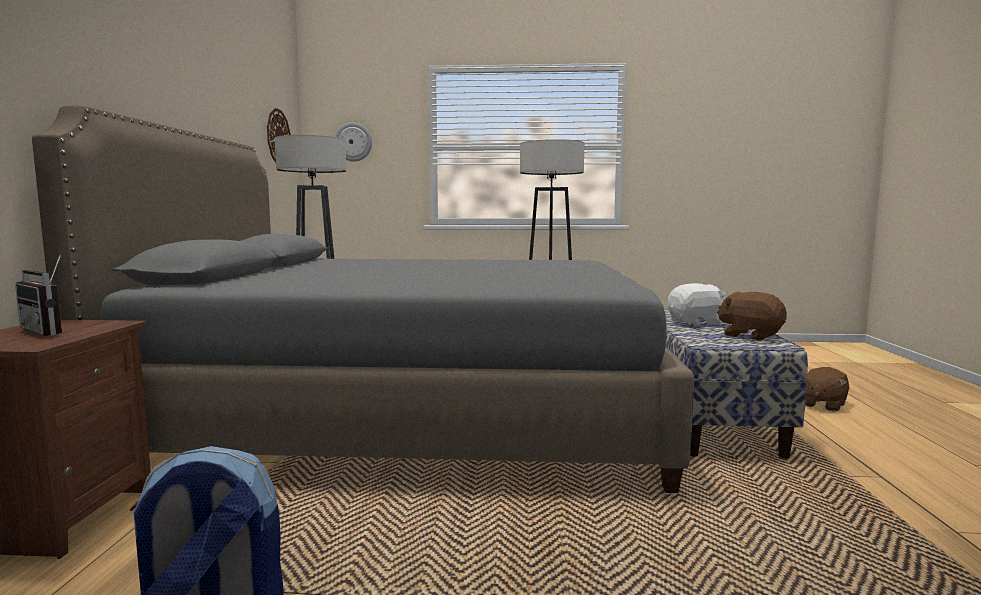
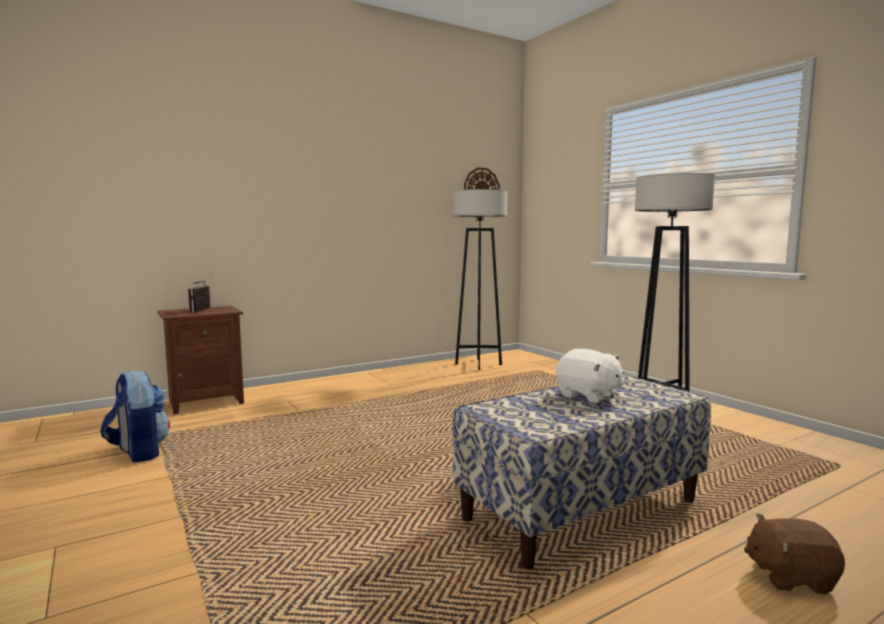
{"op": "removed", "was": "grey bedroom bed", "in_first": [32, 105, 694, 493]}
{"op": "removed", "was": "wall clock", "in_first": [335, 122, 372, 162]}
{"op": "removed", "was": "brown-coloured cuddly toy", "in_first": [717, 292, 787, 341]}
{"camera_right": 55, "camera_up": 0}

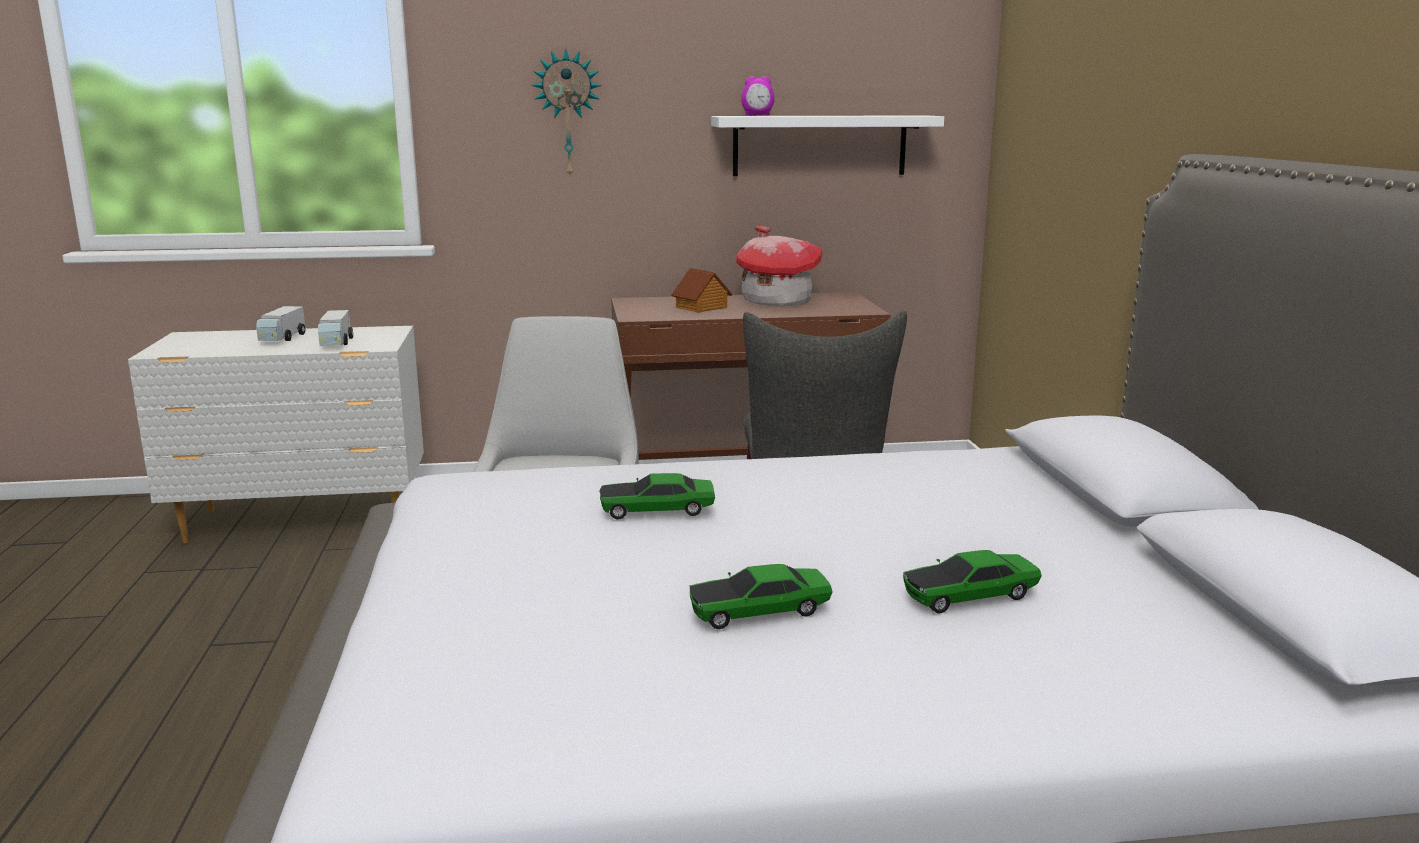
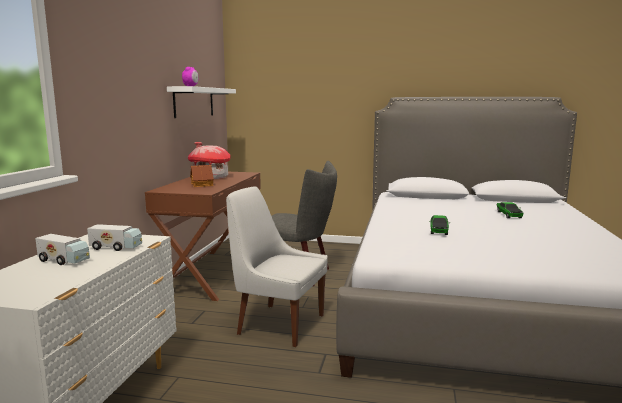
{"op": "removed", "was": "wall clock", "in_first": [531, 48, 602, 179]}
{"op": "removed", "was": "miniature car", "in_first": [689, 564, 833, 629]}
{"camera_right": -70, "camera_up": -5}

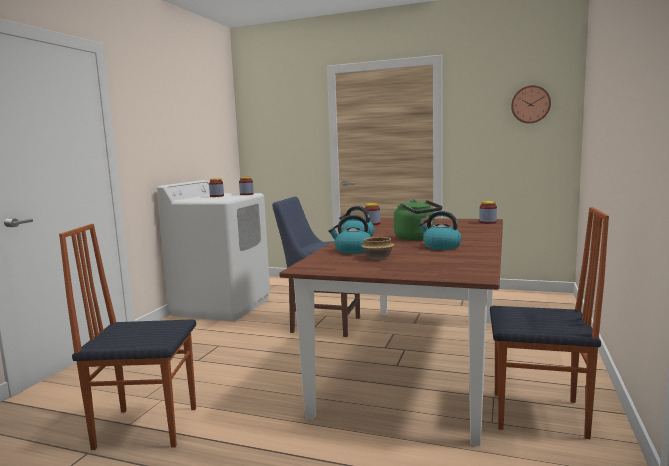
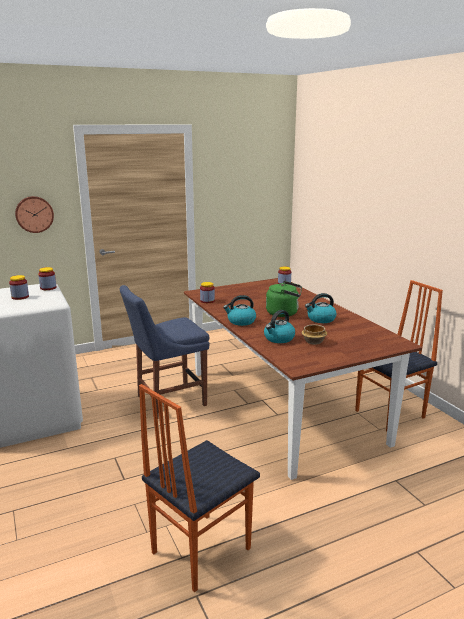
{"op": "moved", "was": "wall clock", "in_first": [511, 85, 551, 123], "in_second": [15, 196, 54, 233]}
{"camera_right": -45, "camera_up": 10}

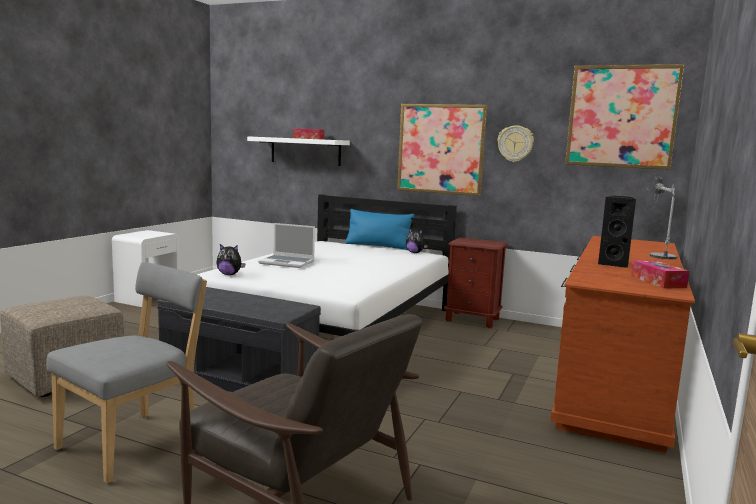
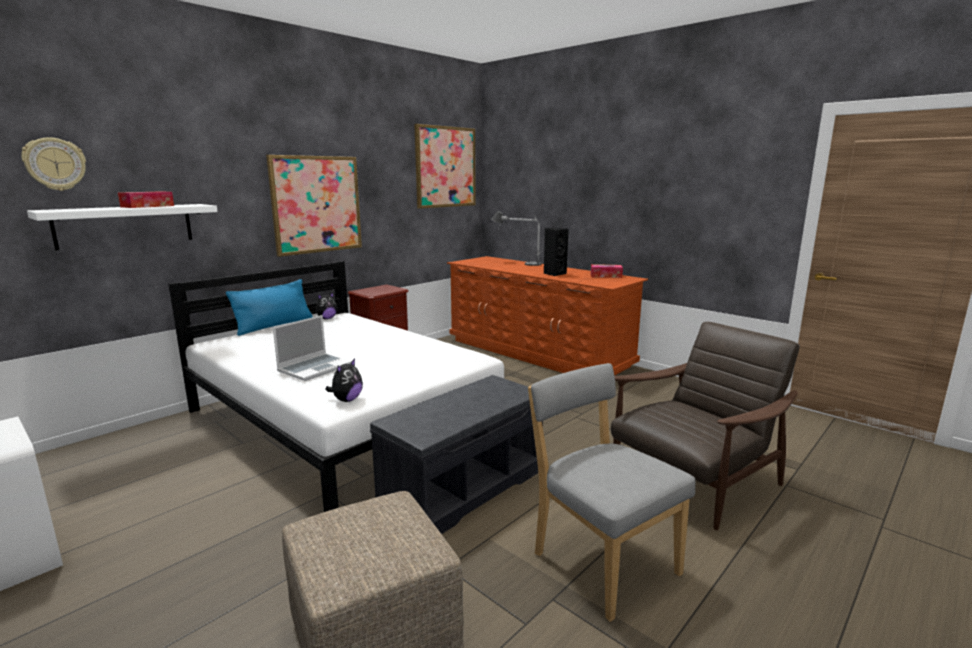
{"op": "moved", "was": "wall clock", "in_first": [497, 125, 534, 162], "in_second": [21, 137, 86, 191]}
{"camera_right": -70, "camera_up": 5}

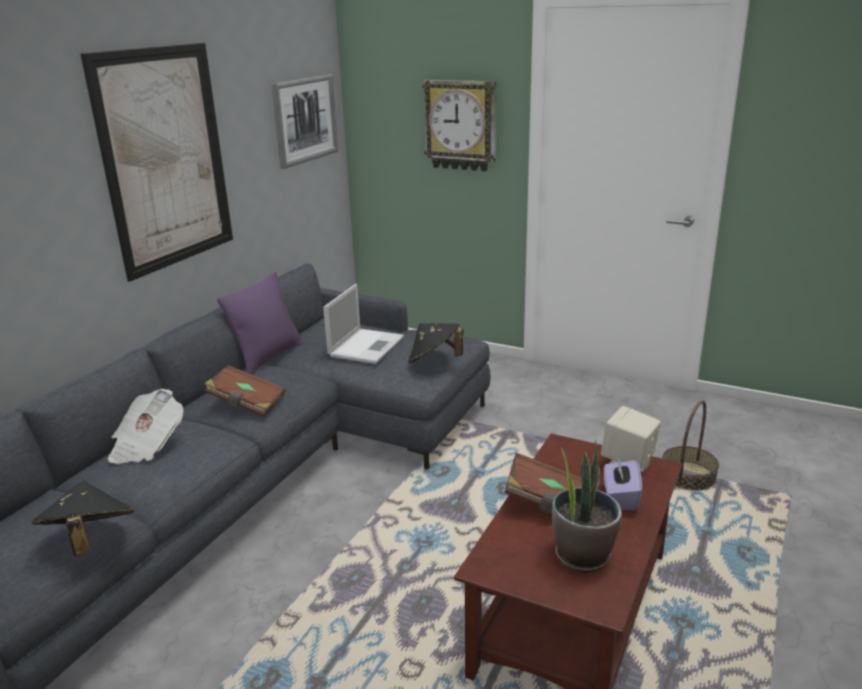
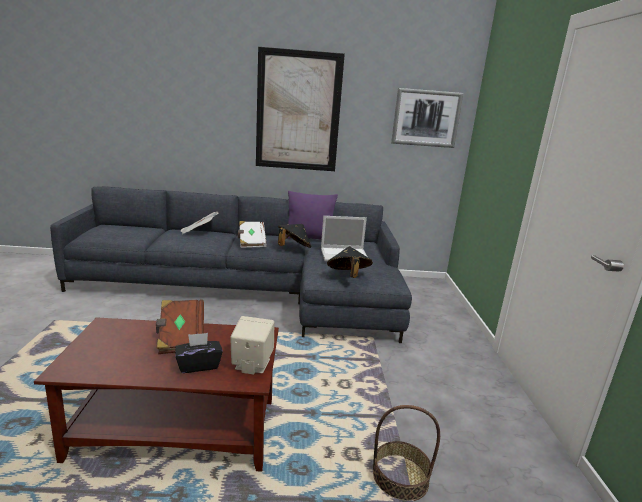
{"op": "removed", "was": "wall clock", "in_first": [422, 80, 496, 171]}
{"op": "recoloured", "was": "brown-coloured bound book", "now": "whitish bound book", "in_first": [204, 365, 286, 417], "in_second": [238, 221, 267, 248]}
{"op": "removed", "was": "potted plant", "in_first": [552, 440, 622, 573]}
{"op": "recoloured", "was": "purple tissue holder", "now": "black tissue holder", "in_first": [604, 457, 642, 511], "in_second": [175, 333, 223, 373]}
{"op": "moved", "was": "black clothing hat", "in_first": [32, 481, 135, 556], "in_second": [278, 224, 312, 248]}
{"camera_right": 60, "camera_up": -5}

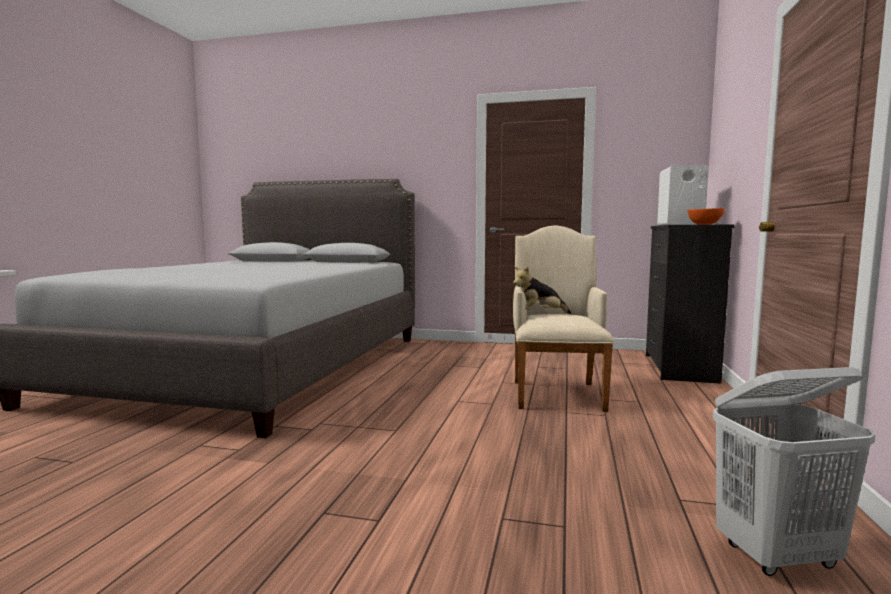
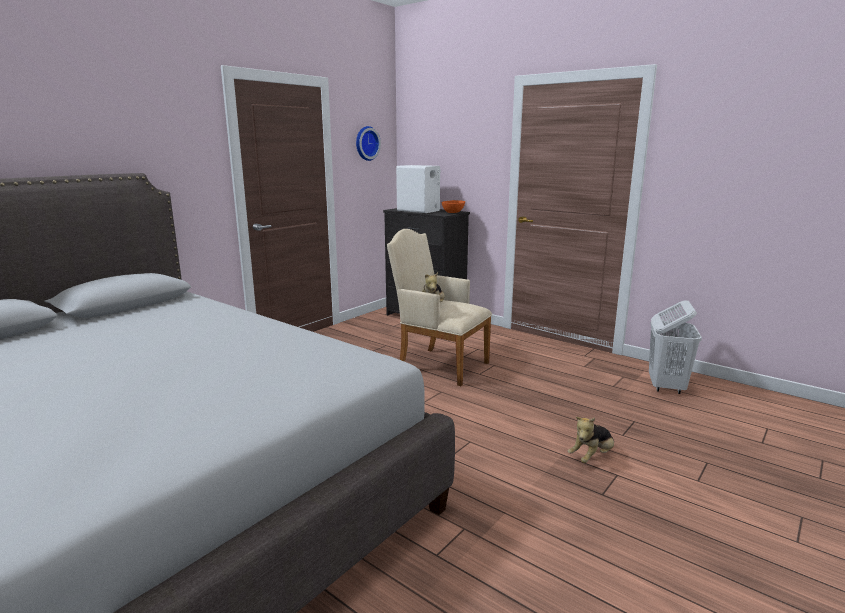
{"op": "added", "now": "wall clock", "in_second": [356, 126, 381, 161]}
{"op": "added", "now": "cuddly toy", "in_second": [568, 417, 614, 463]}
{"camera_right": -65, "camera_up": 10}

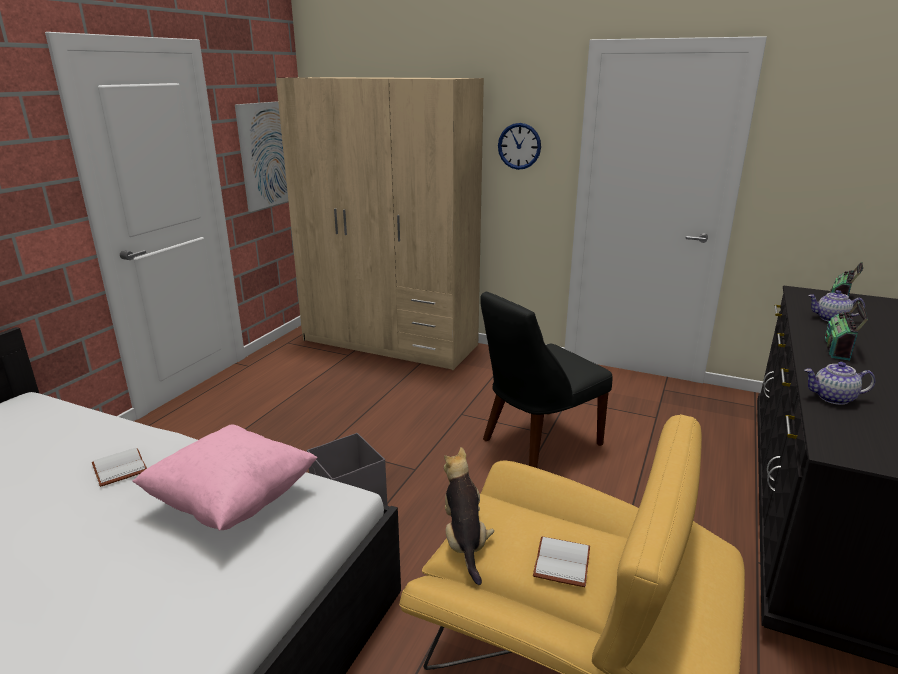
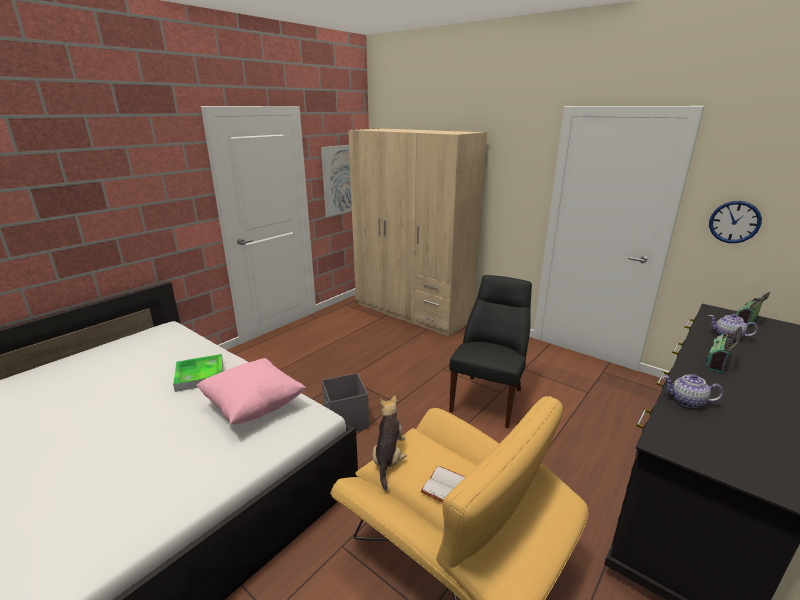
{"op": "moved", "was": "wall clock", "in_first": [498, 123, 541, 170], "in_second": [709, 201, 762, 243]}
{"op": "turned", "was": "black chair", "in_first": [480, 292, 613, 468], "in_second": [449, 275, 532, 428], "clockwise": 135}
{"op": "replaced", "was": "whitish bound book", "now": "tray", "in_first": [92, 448, 147, 487], "in_second": [173, 354, 223, 392]}
{"camera_right": 15, "camera_up": 0}

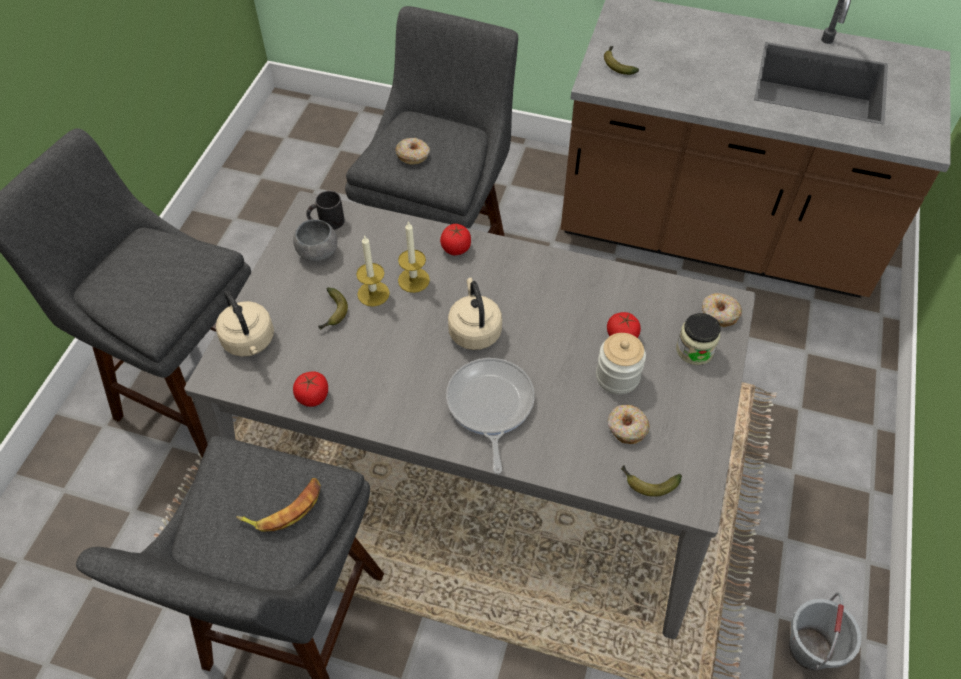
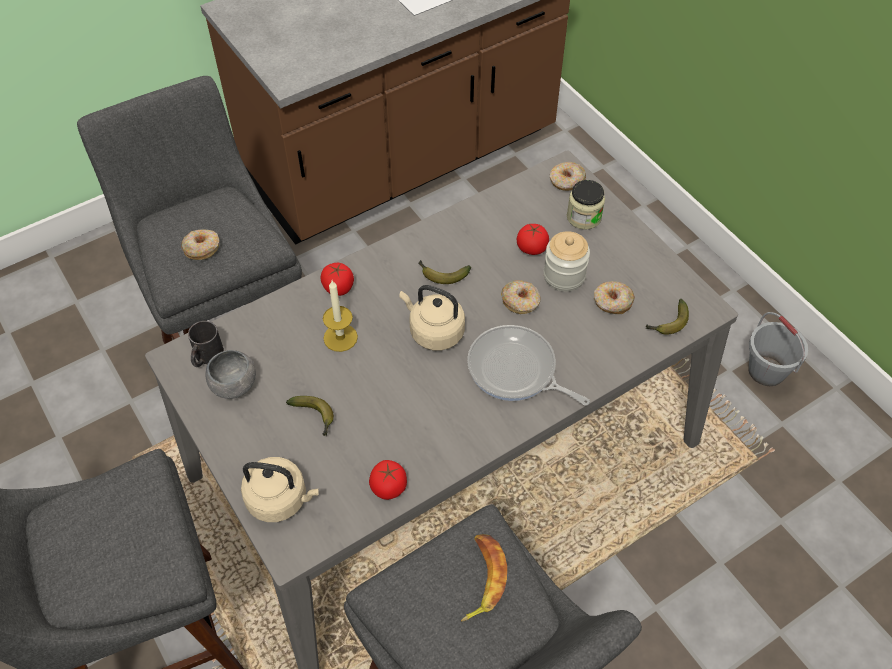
{"op": "moved", "was": "banana fruit", "in_first": [604, 46, 639, 75], "in_second": [418, 260, 471, 284]}
{"op": "removed", "was": "wax light", "in_first": [356, 235, 390, 307]}
{"op": "added", "now": "donut", "in_second": [501, 280, 541, 314]}
{"camera_right": -50, "camera_up": 0}

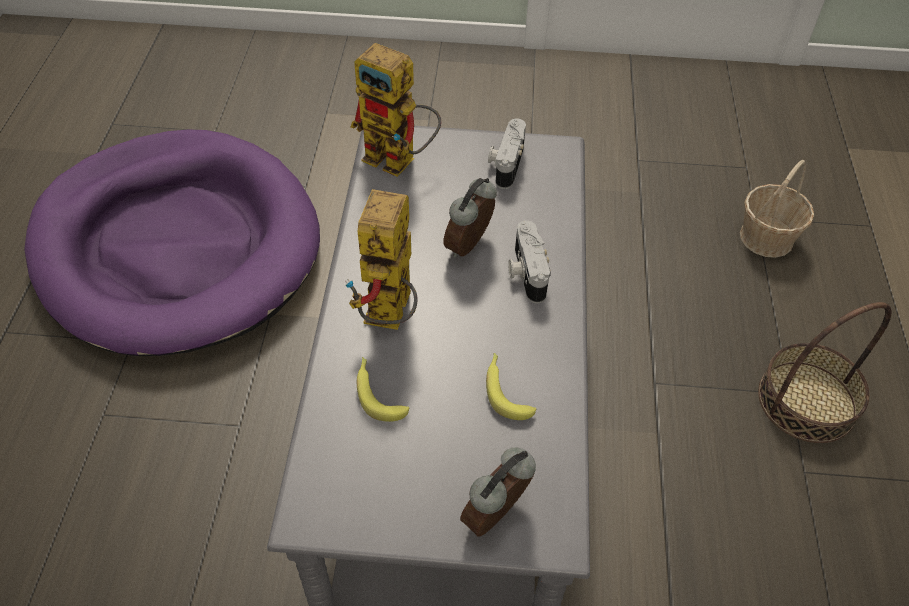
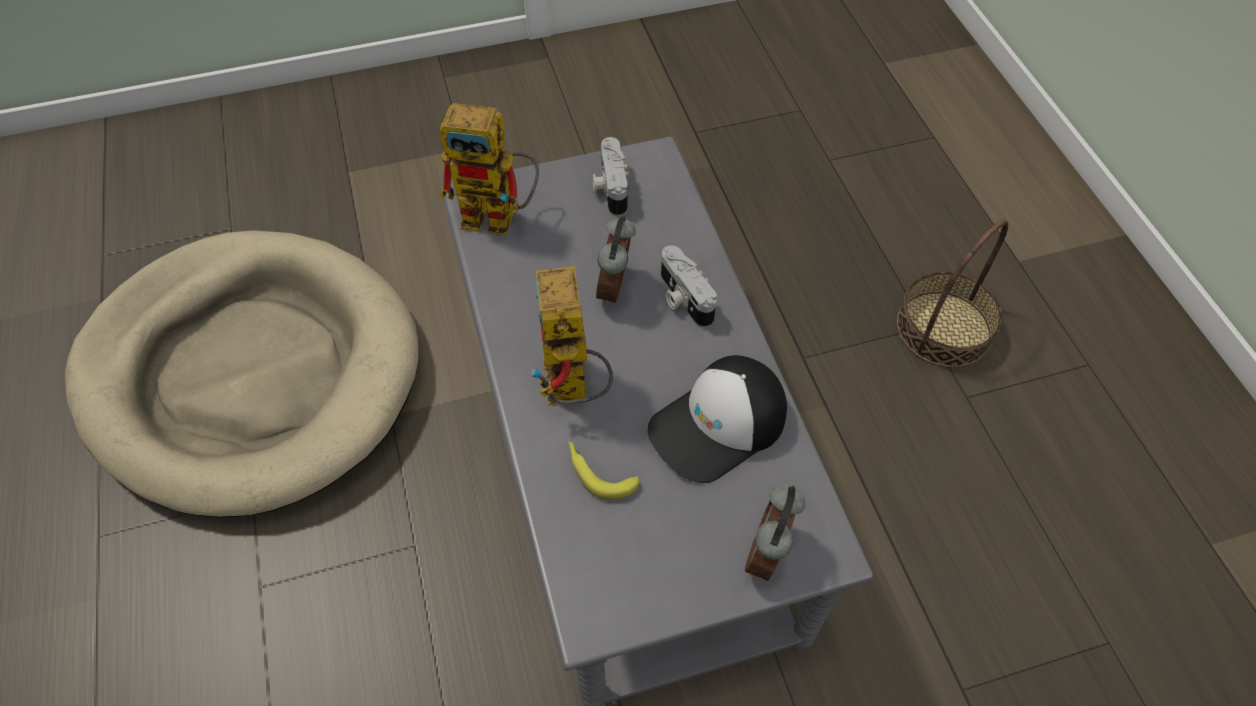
{"op": "recoloured", "was": "purple dog bed", "now": "sand-coloured dog bed", "in_first": [24, 130, 320, 356], "in_second": [65, 230, 419, 518]}
{"op": "removed", "was": "household basket", "in_first": [740, 160, 814, 258]}
{"op": "replaced", "was": "banana fruit", "now": "cap", "in_first": [486, 353, 536, 420], "in_second": [648, 355, 787, 483]}
{"camera_right": -20, "camera_up": 5}

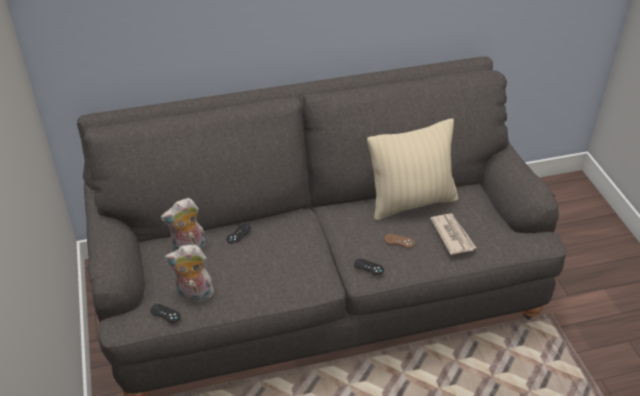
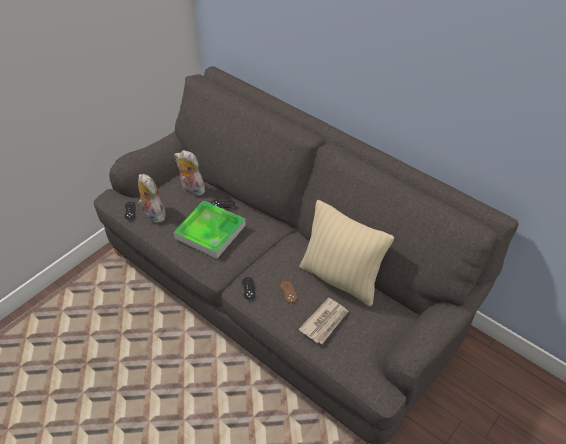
{"op": "added", "now": "tray", "in_second": [174, 201, 246, 259]}
{"camera_right": 55, "camera_up": 5}

